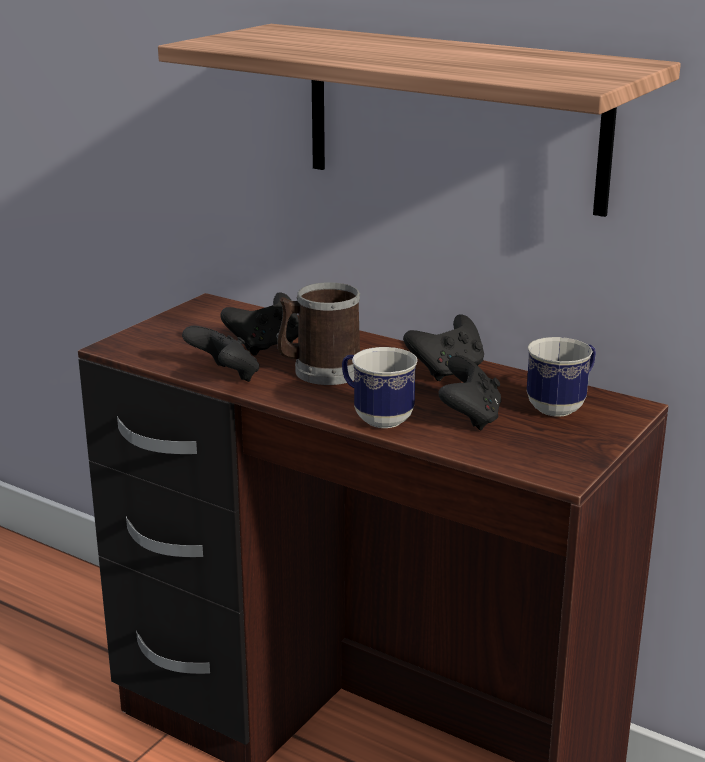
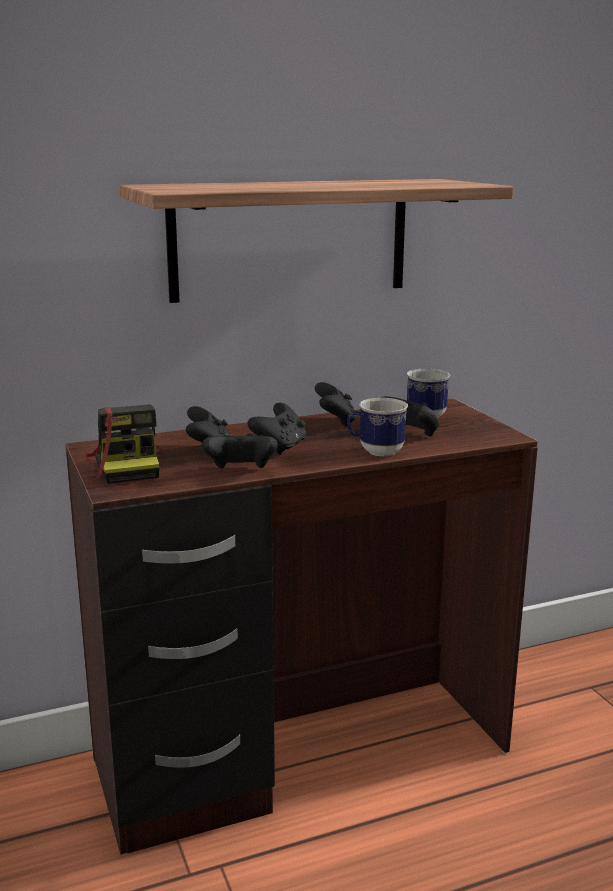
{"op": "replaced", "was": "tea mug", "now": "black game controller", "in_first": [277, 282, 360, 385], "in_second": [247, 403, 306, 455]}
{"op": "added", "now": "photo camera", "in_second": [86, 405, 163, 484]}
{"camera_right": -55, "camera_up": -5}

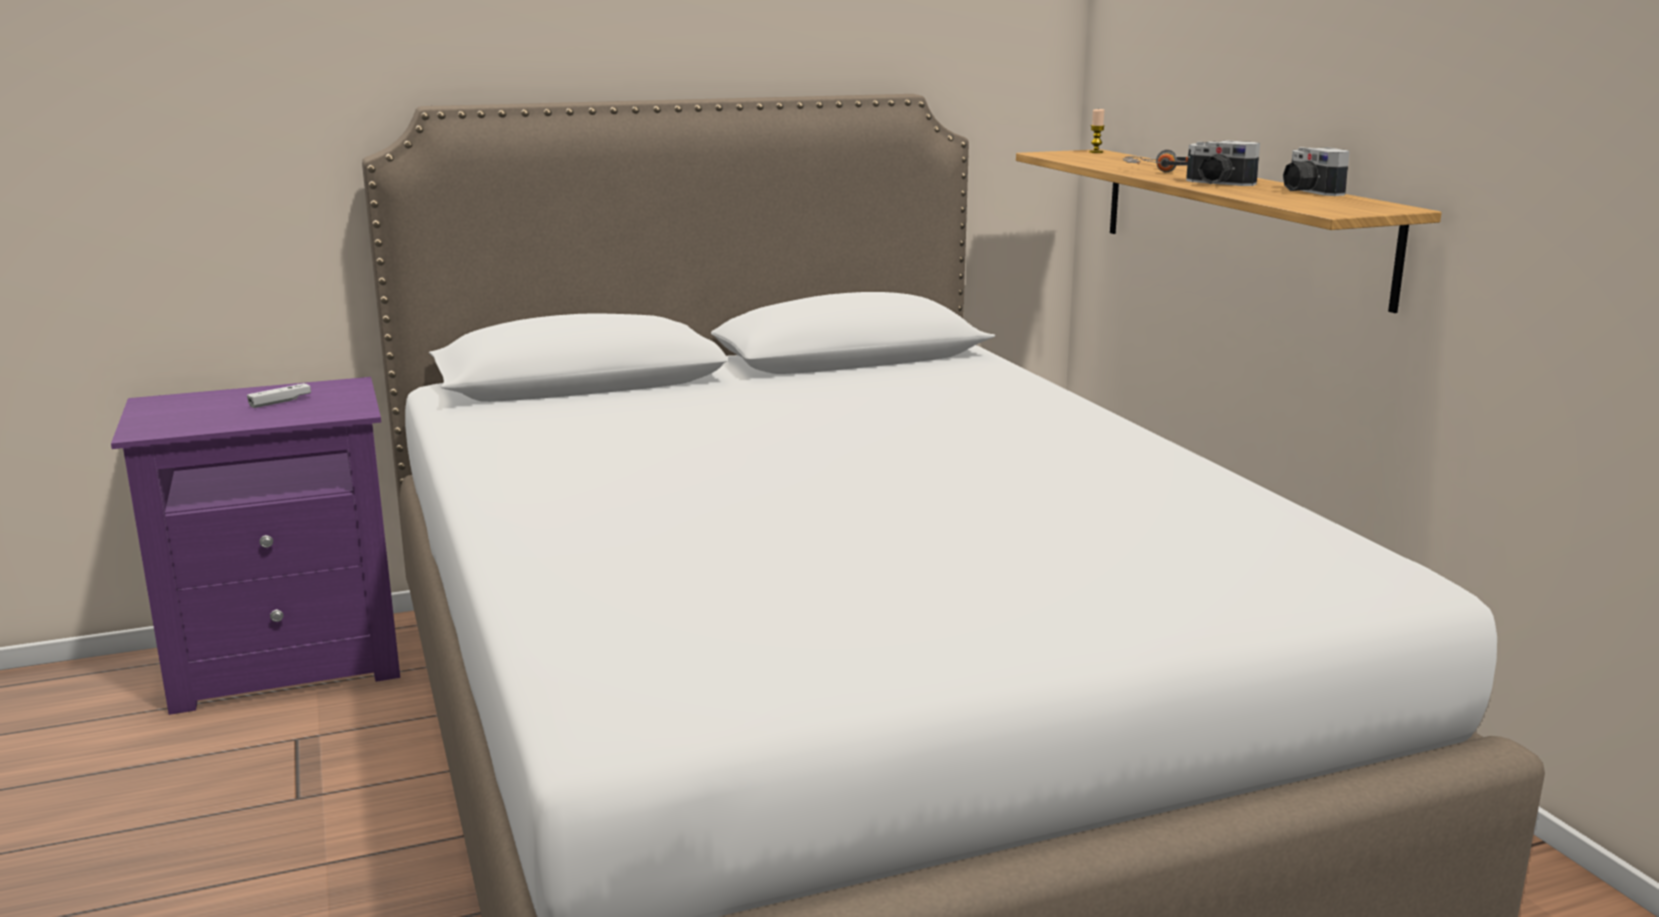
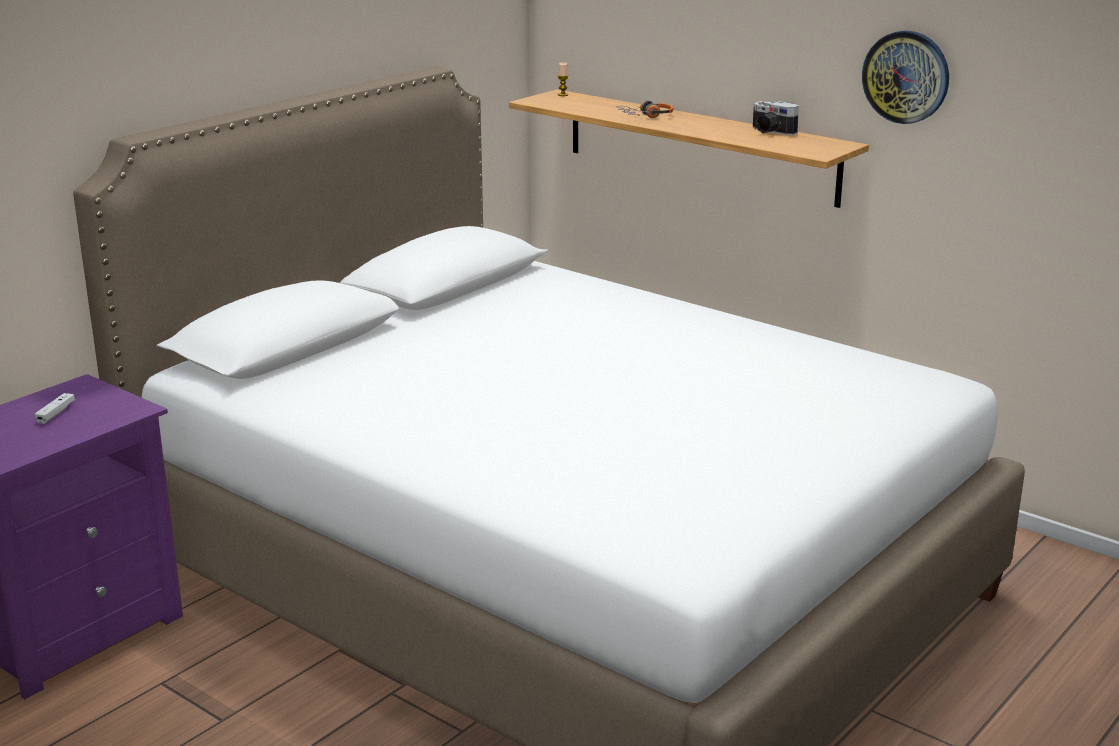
{"op": "removed", "was": "photo camera", "in_first": [1186, 140, 1260, 186]}
{"op": "added", "now": "wall clock", "in_second": [862, 30, 949, 124]}
{"camera_right": -30, "camera_up": 5}

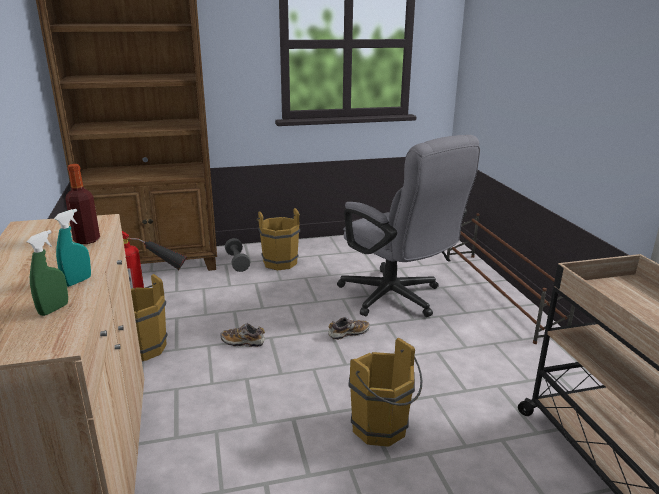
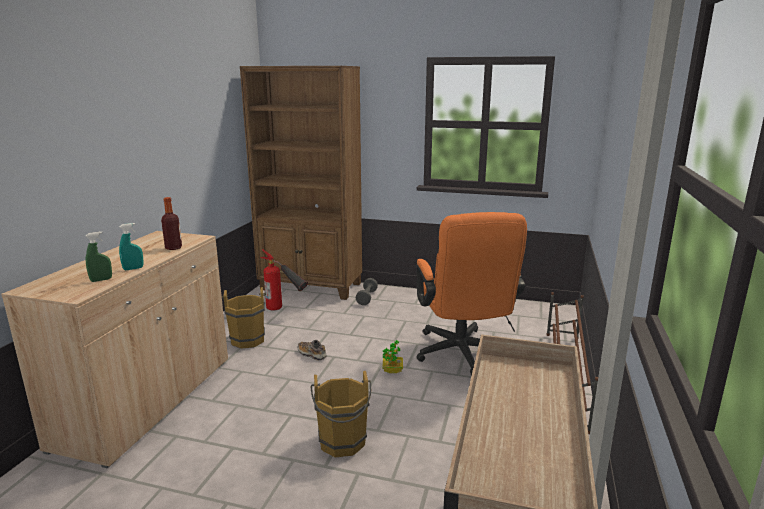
{"op": "recoloured", "was": "grey office chair", "now": "orangey office chair", "in_first": [337, 135, 480, 317], "in_second": [416, 212, 527, 375]}
{"op": "removed", "was": "brown-coloured pail", "in_first": [257, 208, 300, 270]}
{"op": "replaced", "was": "shoe", "now": "potted plant", "in_first": [328, 317, 369, 340], "in_second": [383, 340, 403, 373]}
{"camera_right": 30, "camera_up": -5}

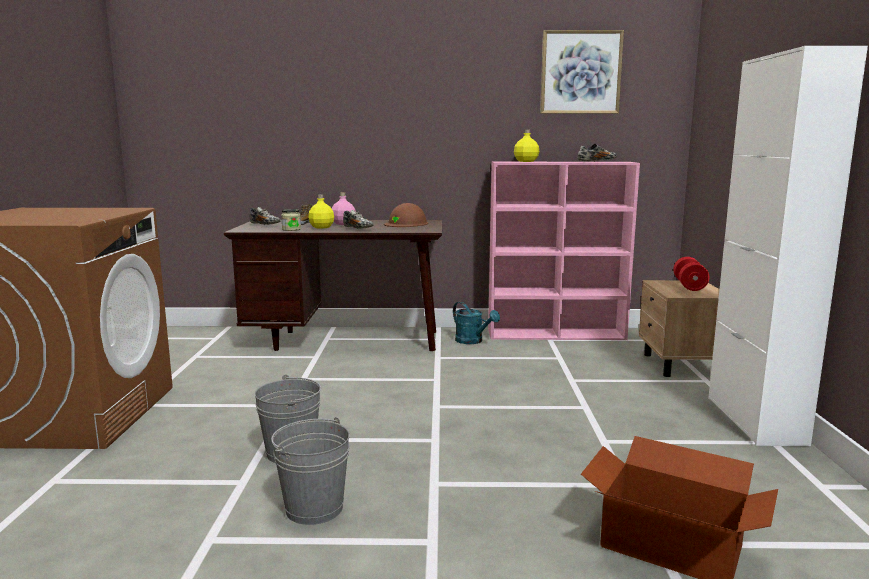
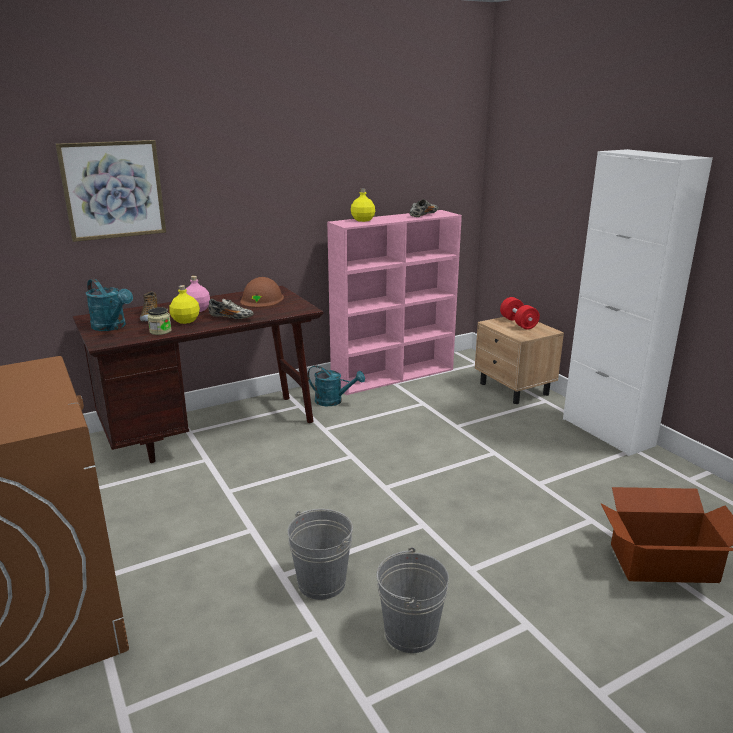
{"op": "moved", "was": "wall picture", "in_first": [540, 30, 624, 114], "in_second": [55, 140, 166, 242]}
{"op": "replaced", "was": "shoe", "now": "blue-green watering pot", "in_first": [250, 207, 281, 225], "in_second": [86, 279, 133, 331]}
{"camera_right": -30, "camera_up": 10}

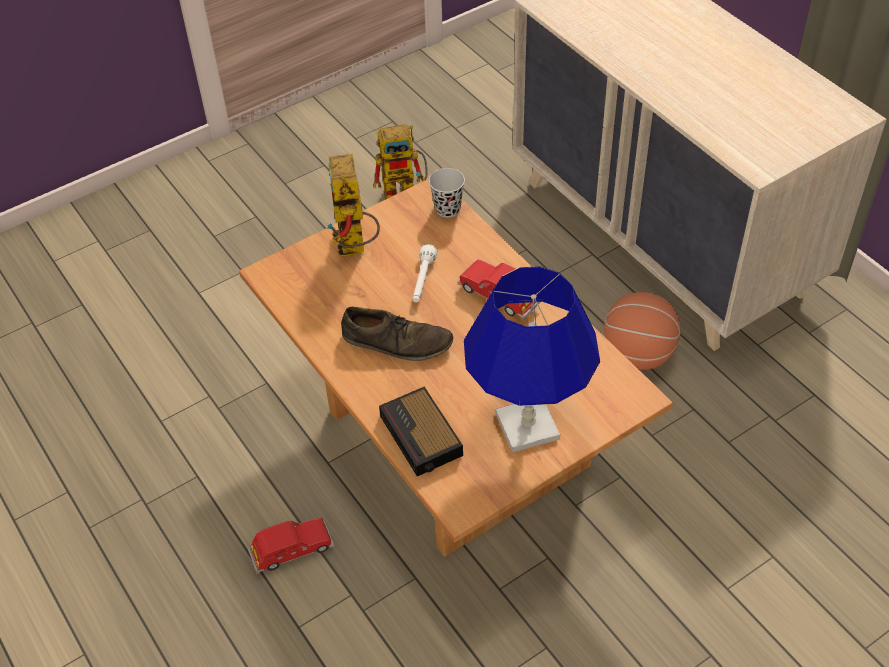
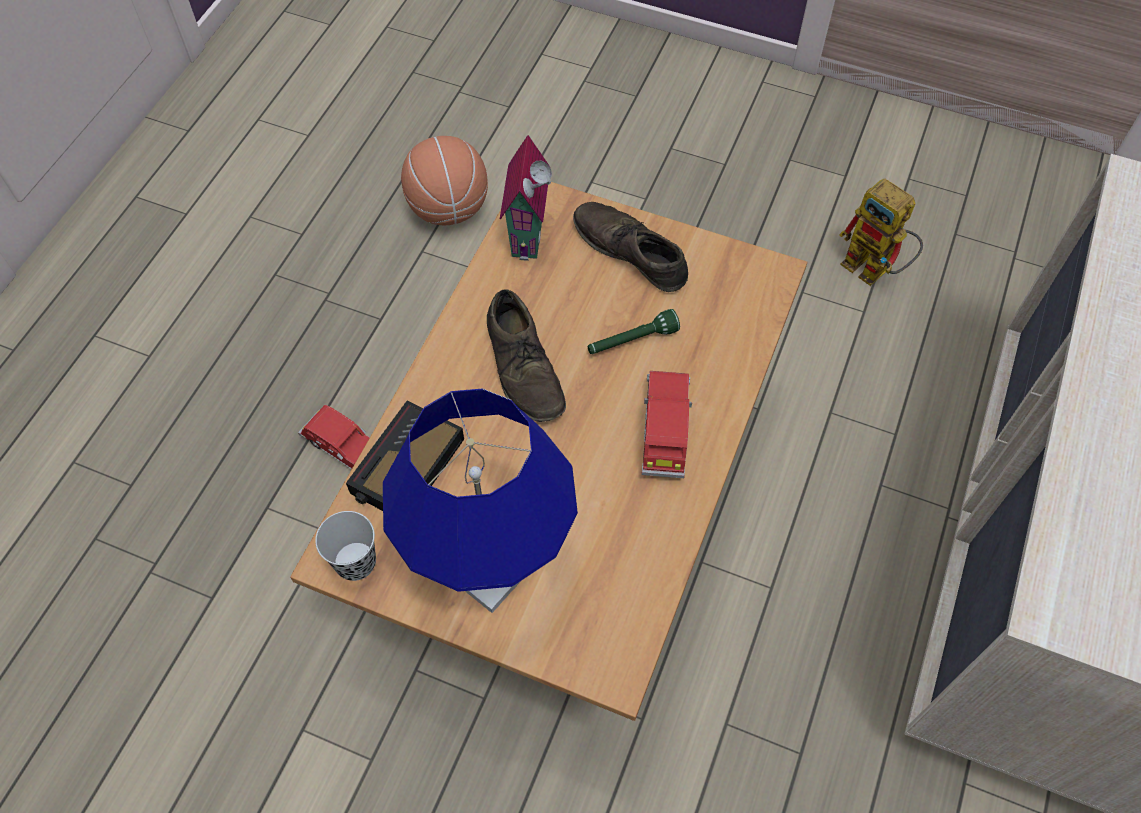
{"op": "replaced", "was": "robot figure", "now": "brown-coloured shoe", "in_first": [326, 154, 380, 257], "in_second": [573, 202, 688, 292]}
{"op": "moved", "was": "black cup", "in_first": [429, 168, 465, 218], "in_second": [315, 511, 376, 581]}
{"op": "recoloured", "was": "whitish hand torch", "now": "greenish hand torch", "in_first": [412, 244, 438, 303], "in_second": [588, 309, 680, 354]}
{"op": "moved", "was": "ball for basketball", "in_first": [603, 292, 681, 370], "in_second": [401, 136, 488, 225]}
{"op": "added", "now": "miniature house", "in_second": [500, 135, 552, 261]}
{"camera_right": 55, "camera_up": 10}

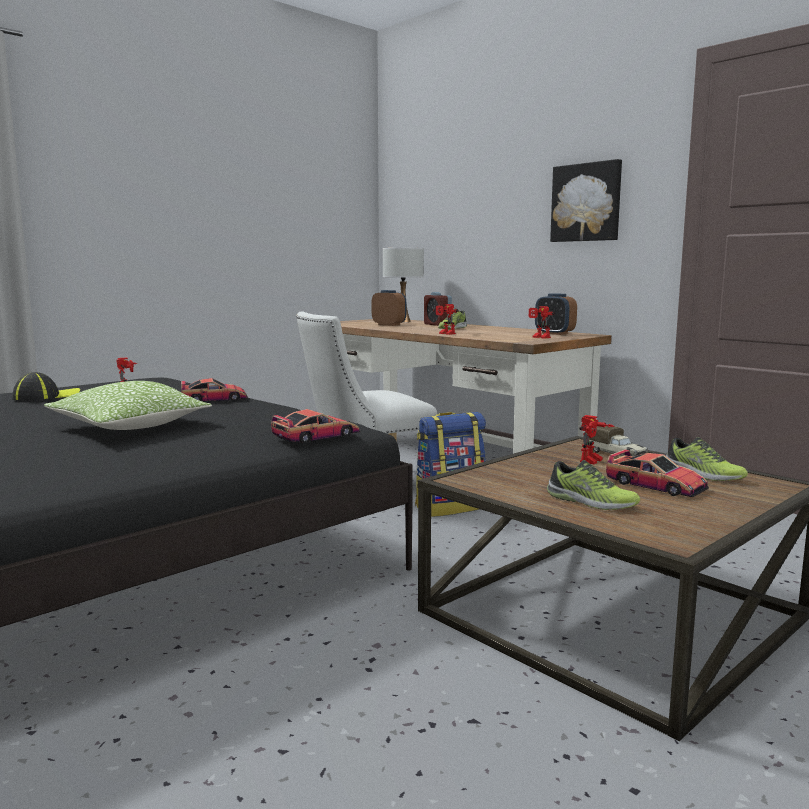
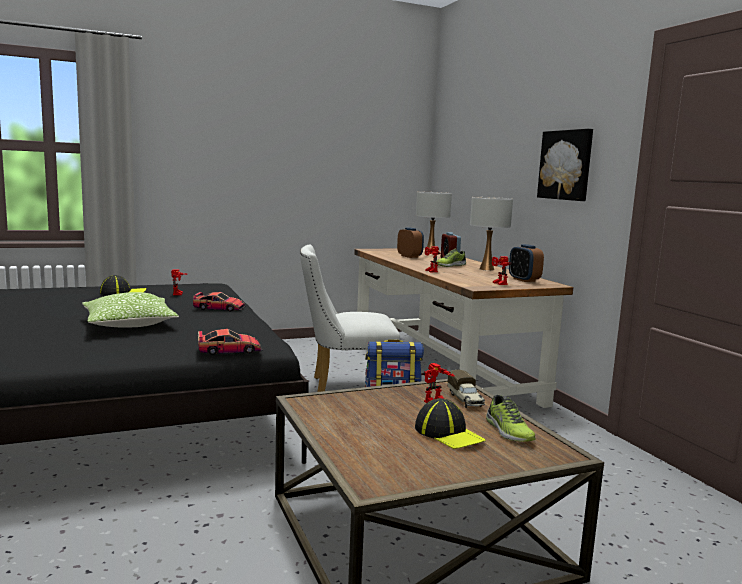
{"op": "replaced", "was": "miniature car", "now": "cap", "in_first": [606, 449, 709, 497], "in_second": [415, 398, 486, 449]}
{"op": "removed", "was": "shoe", "in_first": [547, 460, 640, 510]}
{"op": "added", "now": "whitish tabletop lamp", "in_second": [470, 197, 513, 271]}
{"camera_right": 20, "camera_up": 0}

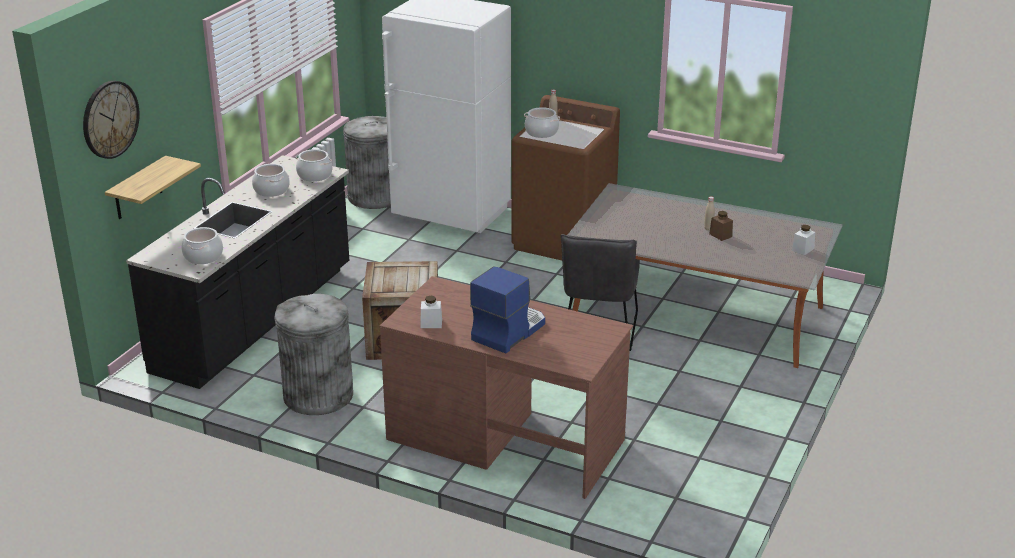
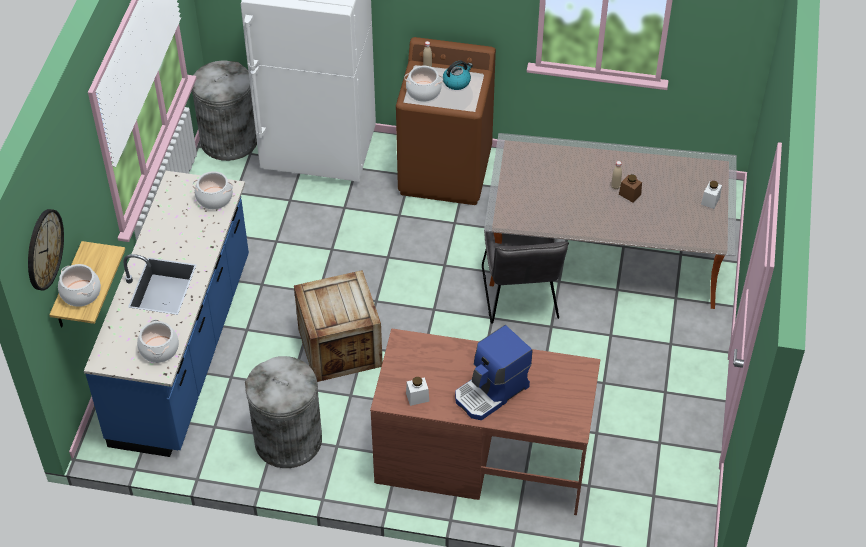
{"op": "recoloured", "was": "black kitchen base unit", "now": "blue-coloured kitchen base unit", "in_first": [126, 155, 349, 389], "in_second": [84, 171, 249, 457]}
{"op": "moved", "was": "stockpot", "in_first": [252, 164, 290, 197], "in_second": [58, 264, 101, 307]}
{"op": "turned", "was": "coffee maker", "in_first": [470, 267, 545, 354], "in_second": [455, 325, 532, 420], "clockwise": -150}
{"op": "added", "now": "kettle", "in_second": [443, 61, 473, 90]}
{"camera_right": -15, "camera_up": 20}

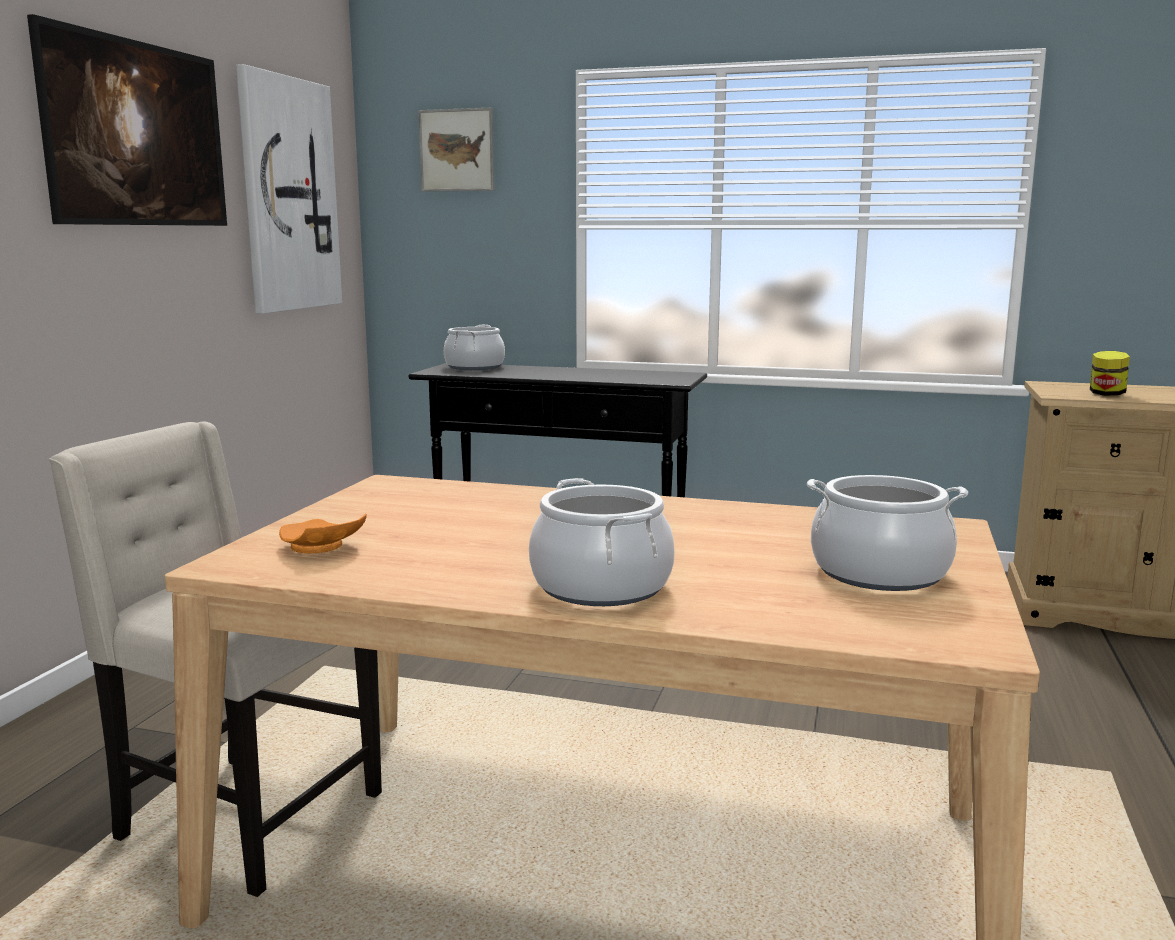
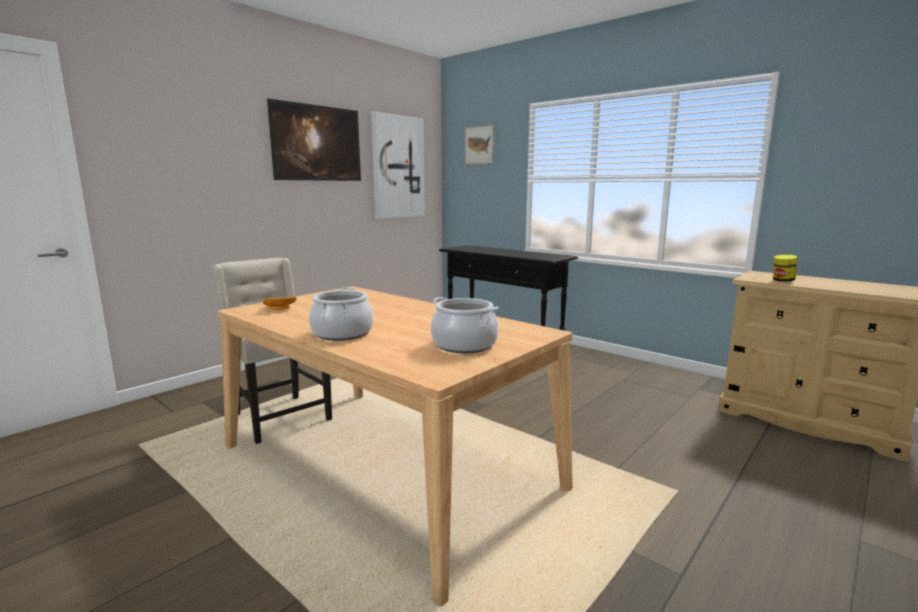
{"op": "removed", "was": "stockpot", "in_first": [444, 325, 505, 370]}
{"camera_right": 25, "camera_up": 0}

